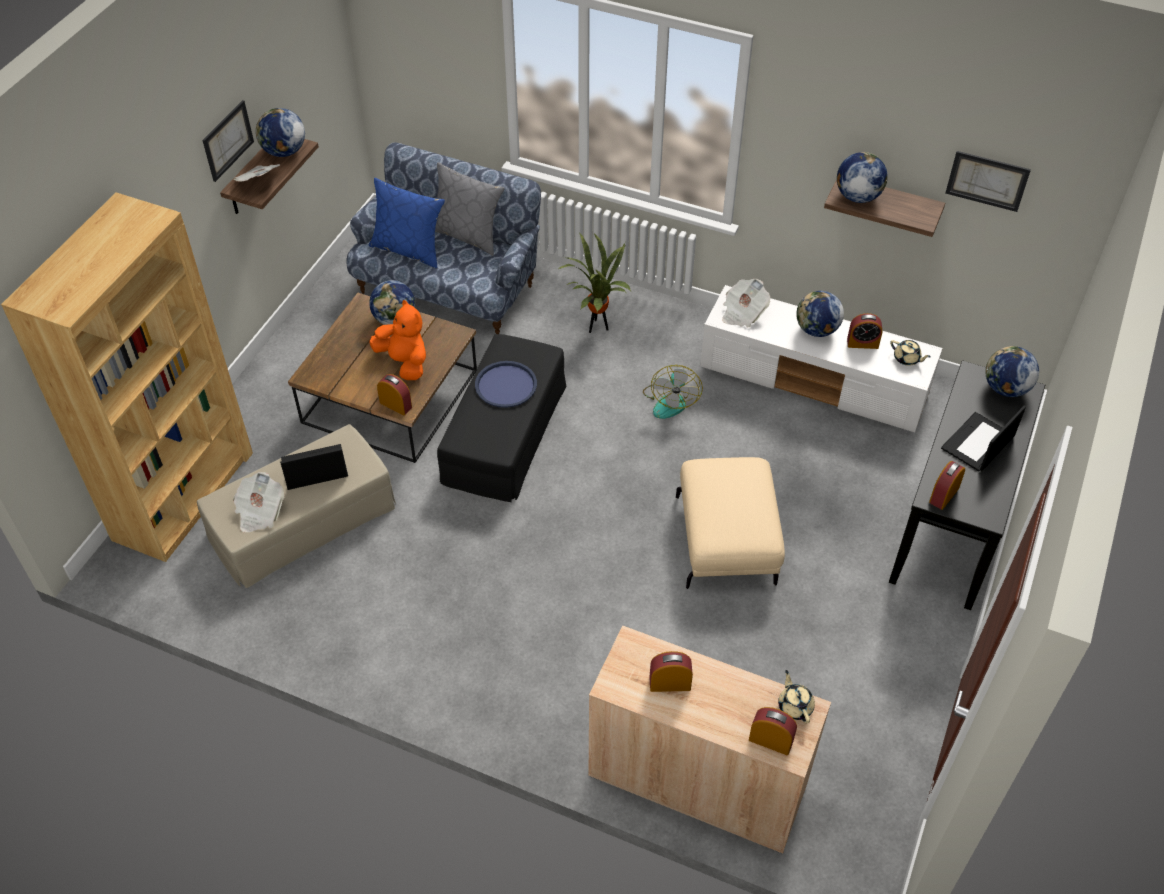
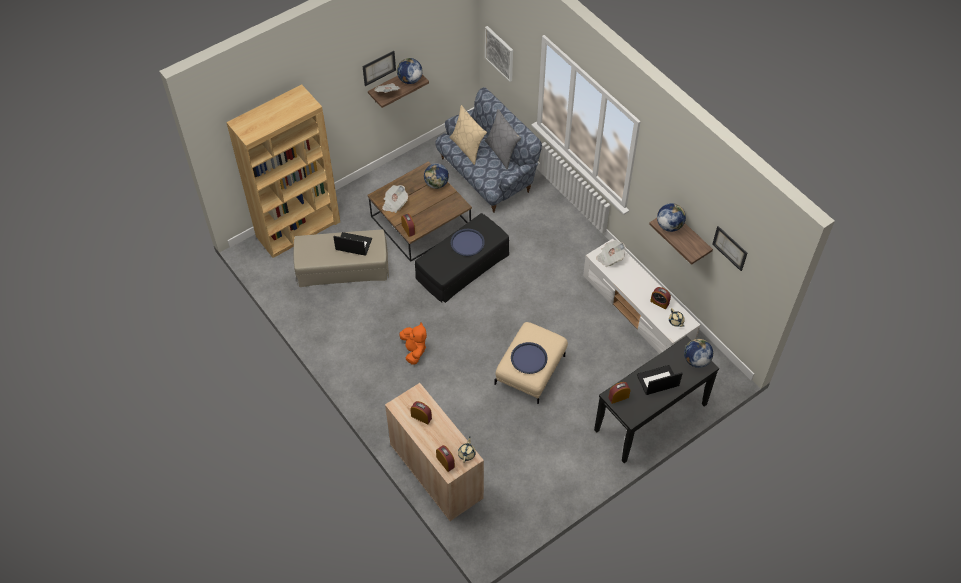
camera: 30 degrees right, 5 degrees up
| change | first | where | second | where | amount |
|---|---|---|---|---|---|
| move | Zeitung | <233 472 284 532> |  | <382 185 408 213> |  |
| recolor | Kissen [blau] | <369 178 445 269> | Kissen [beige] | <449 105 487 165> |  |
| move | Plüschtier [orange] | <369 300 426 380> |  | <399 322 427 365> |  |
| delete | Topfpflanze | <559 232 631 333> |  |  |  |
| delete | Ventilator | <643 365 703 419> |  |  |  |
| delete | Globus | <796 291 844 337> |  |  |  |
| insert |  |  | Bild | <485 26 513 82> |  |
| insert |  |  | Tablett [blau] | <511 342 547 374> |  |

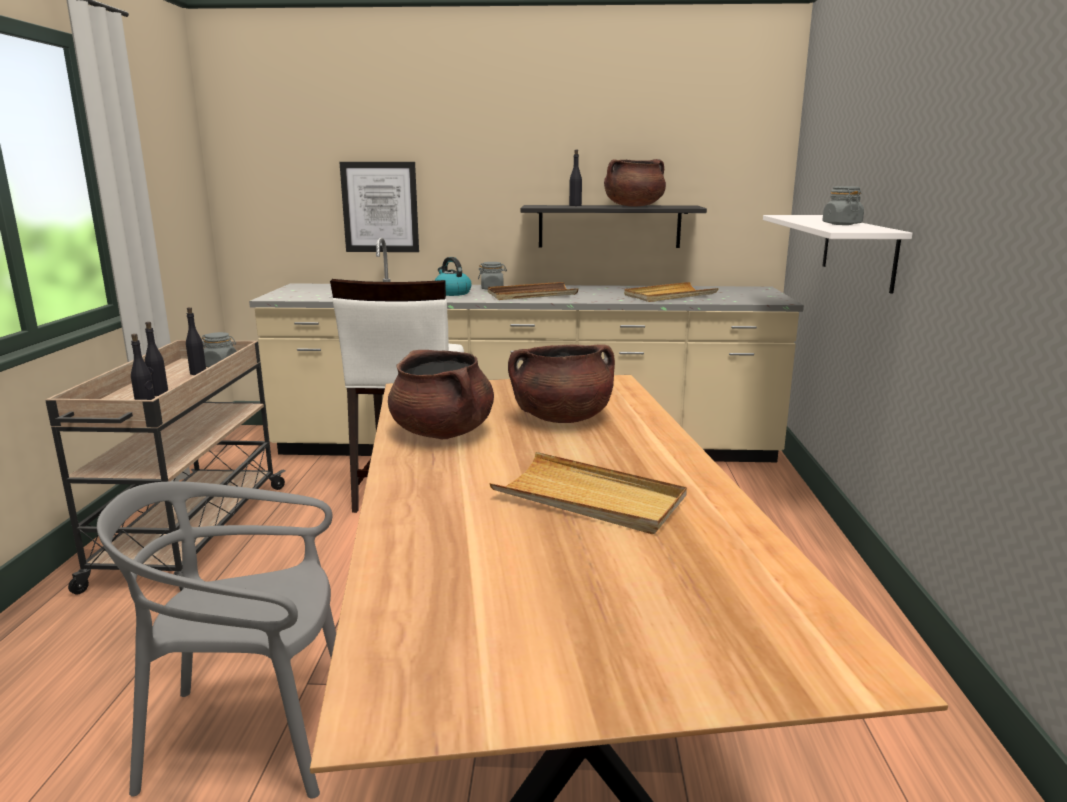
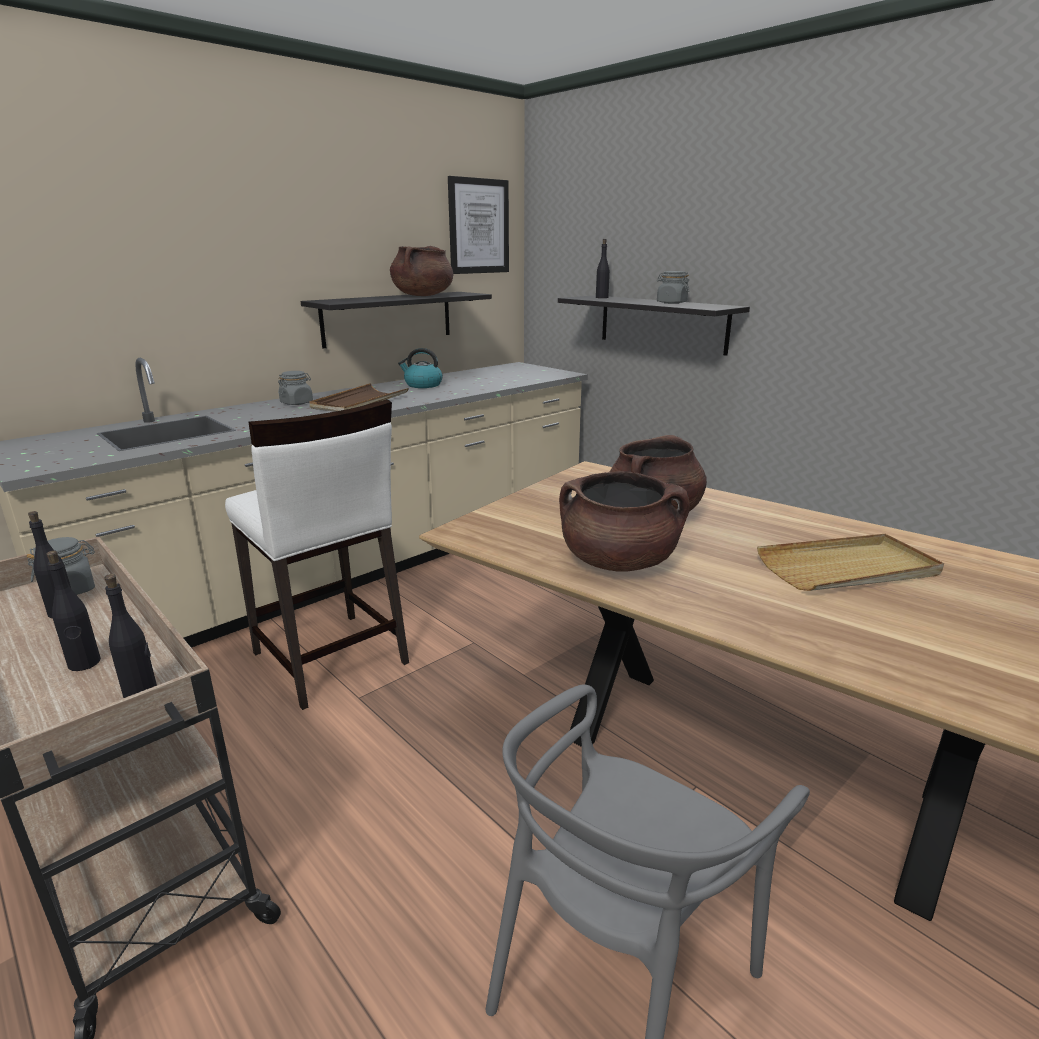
camera: 45 degrees left, 5 degrees up
| change | first | where | second | where | amount |
|---|---|---|---|---|---|
| move | Bild | <340 162 419 252> |  | <448 176 509 274> |  |
| move | Wasserkessel | <434 257 472 296> |  | <398 348 443 388> |  |
| move | Flasche [schwarz] | <569 150 582 206> |  | <596 239 610 298> |  |
| delete | Tablett [beige] | <624 282 719 302> |  |  |  |
| recolor | Wandregal [weiß] | <763 215 913 294> | Wandregal [schwarz] | <558 295 750 356> |  |

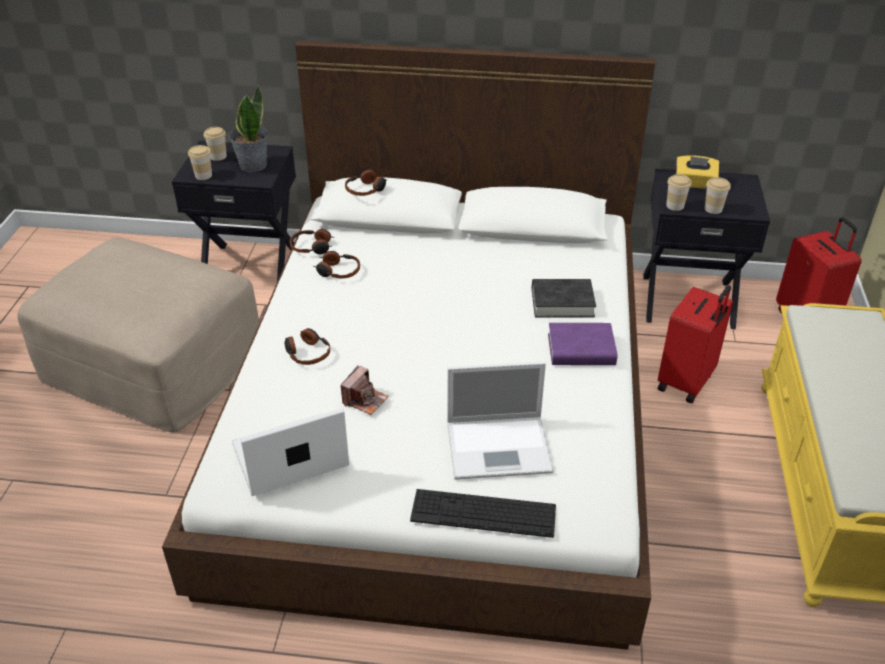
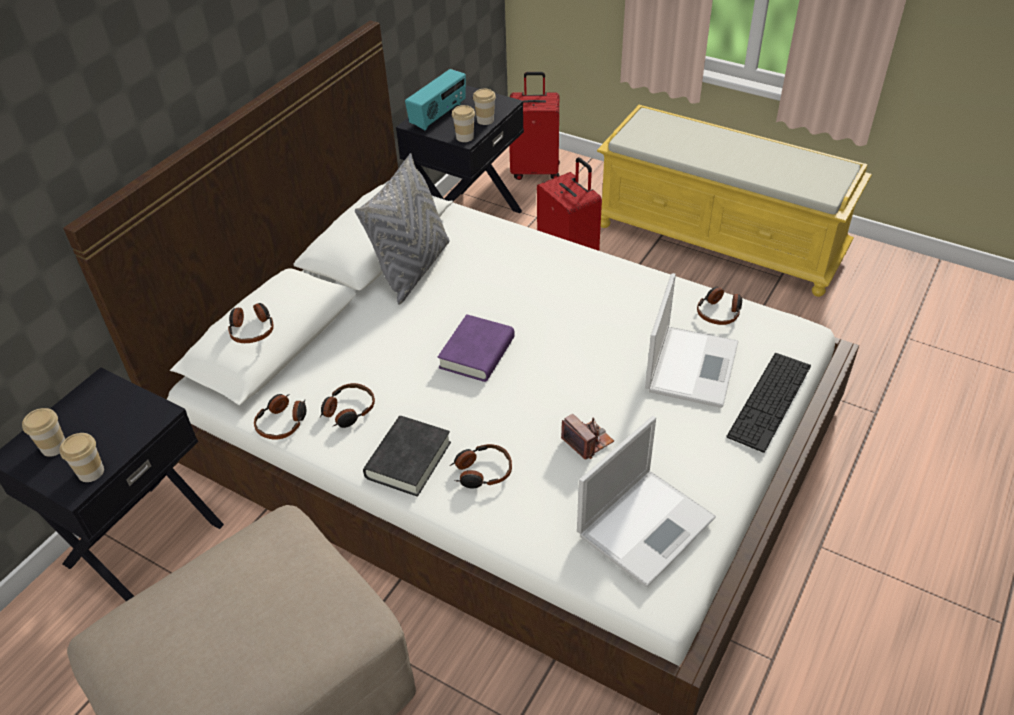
camera: 65 degrees left, 5 degrees up
| change | first | where | second | where | amount |
|---|---|---|---|---|---|
| delete | Topfpflanze | <229 85 268 172> |  |  |  |
| rotate | Laptop | <232 408 349 496> |  | <577 416 716 587> | 135 degrees counterclockwise |
| move | Buch [schwarz] | <532 279 596 318> |  | <363 416 451 497> |  |
| move | Buch [lila] | <548 323 617 365> |  | <438 314 515 382> |  |
| replace | Taschentuchbox [gelb] | <676 155 719 189> | Radio | <405 69 466 131> |  |
| insert |  |  | Kissen [grau] | <355 153 449 305> |  |
| insert |  |  | Kopfhörer | <697 287 742 325> |  |

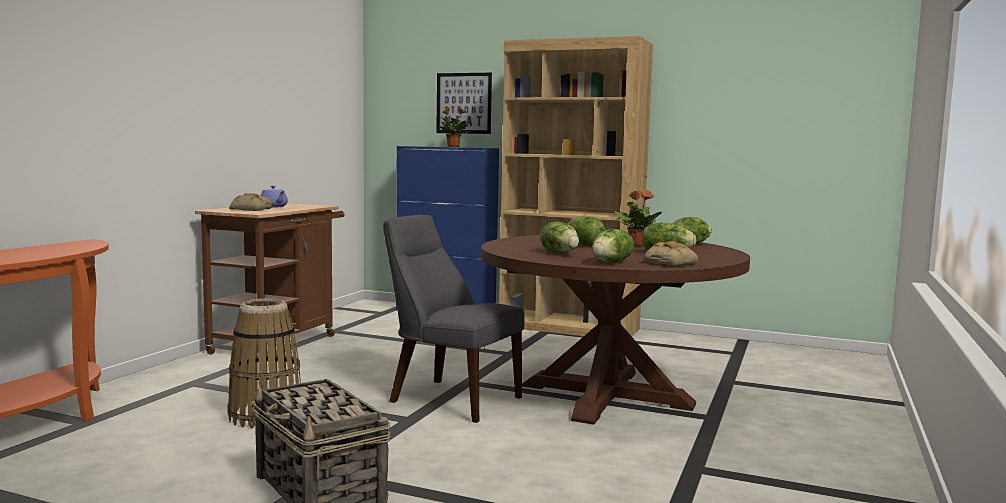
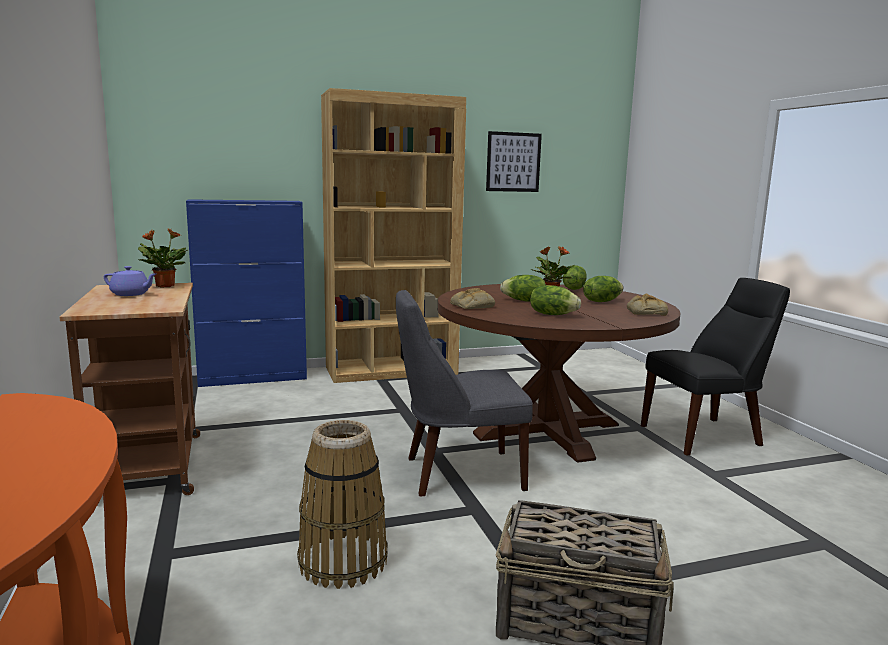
camera: 40 degrees left, 5 degrees up
| change | first | where | second | where | amount |
|---|---|---|---|---|---|
| move | Brot | <229 193 272 211> |  | <450 288 495 309> |  |
| move | Bild | <436 73 492 134> |  | <486 131 542 192> |  |
| move | Topfpflanze | <436 107 470 147> |  | <137 228 188 288> |  |
| delete | Salatkopf | <592 229 634 263> |  |  |  |
| insert |  |  | Stuhl [schwarz] | <641 278 790 455> |  |

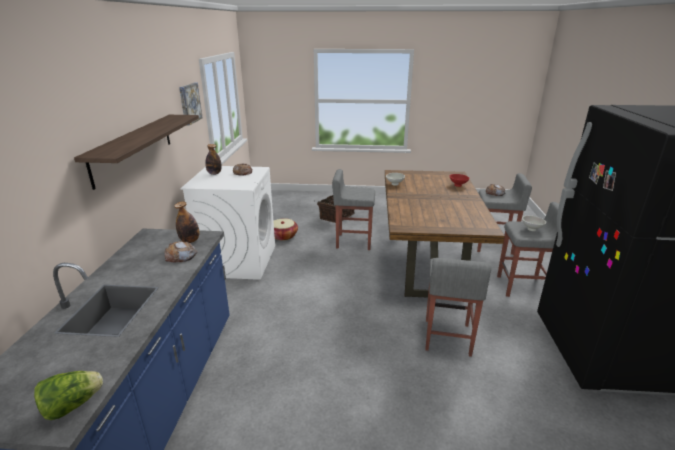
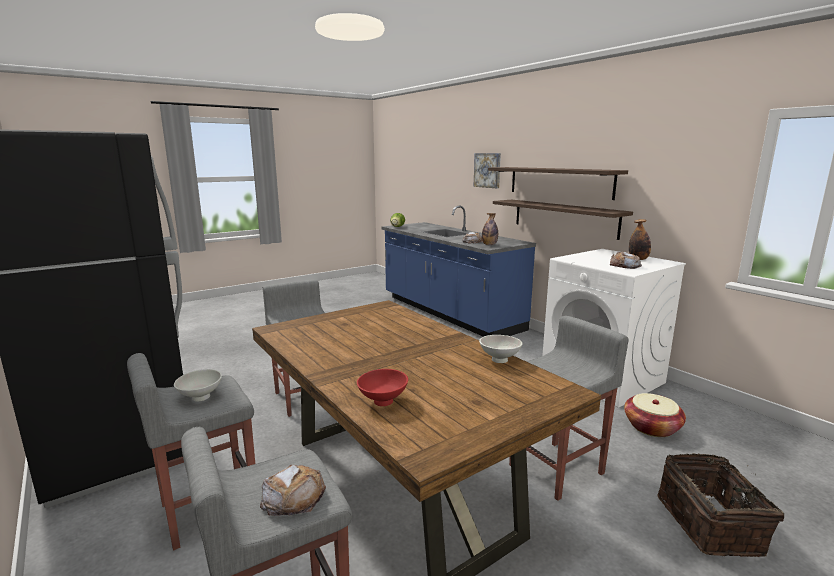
camera: 140 degrees right, 10 degrees down
| change | first | where | second | where | amount |
|---|---|---|---|---|---|
| move | Bild | <179 83 203 126> |  | <474 153 501 188> |  |
| insert |  |  | Wandregal | <493 200 633 240> |  |

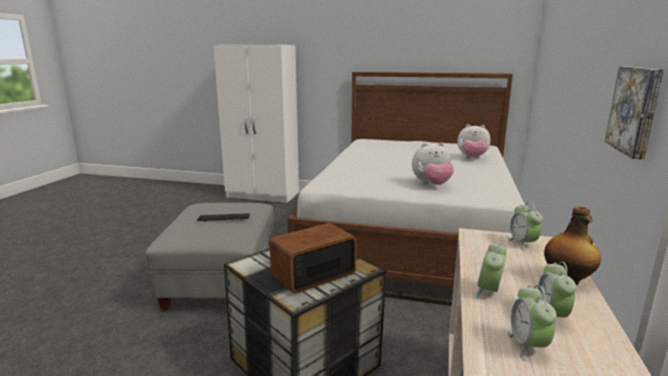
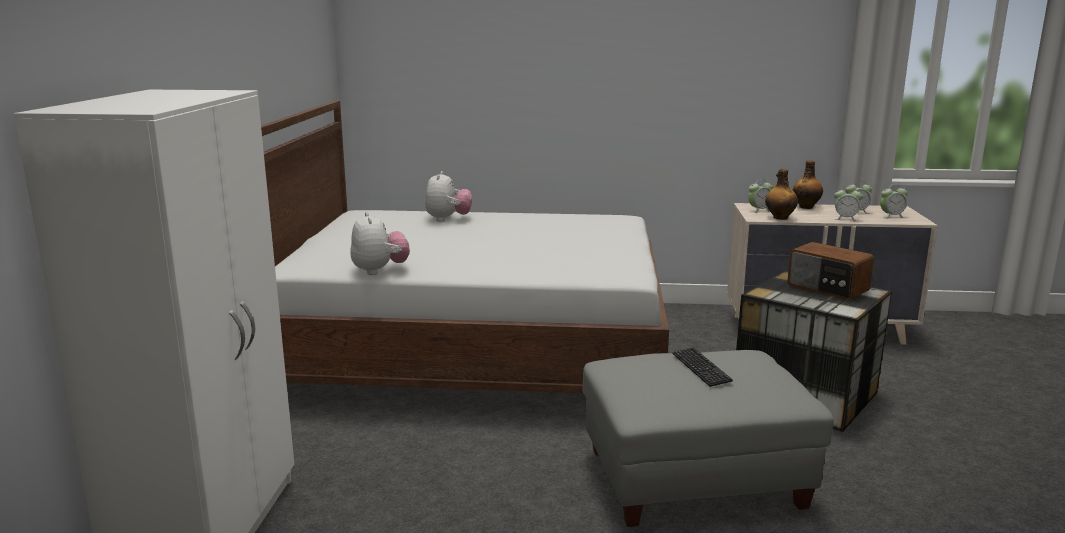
camera: 100 degrees left, 0 degrees up
| change | first | where | second | where | amount |
|---|---|---|---|---|---|
| move | Plüschtier | <412 142 454 185> |  | <350 212 410 275> |  |
| delete | Bild | <605 66 664 160> |  |  |  |
| insert |  |  | Flasche | <765 169 798 220> |  |

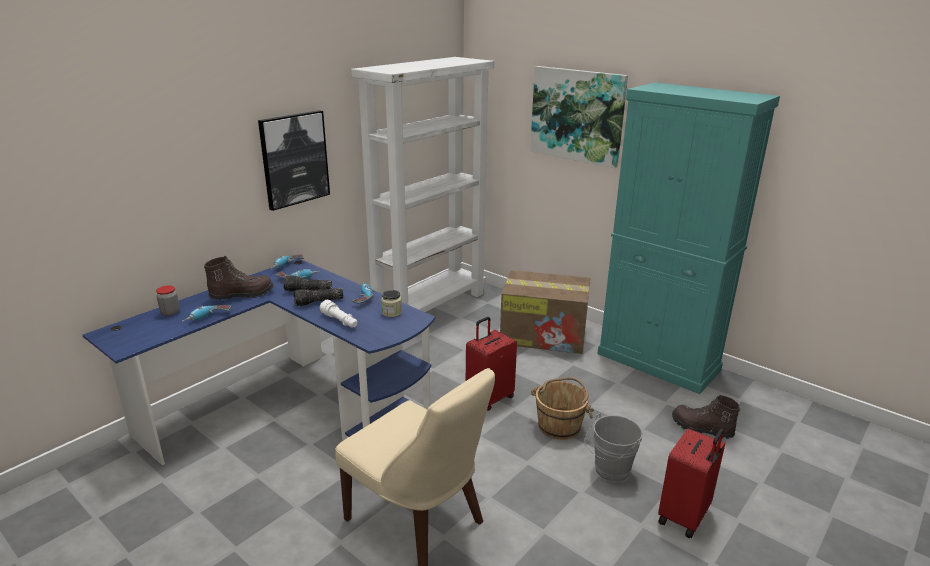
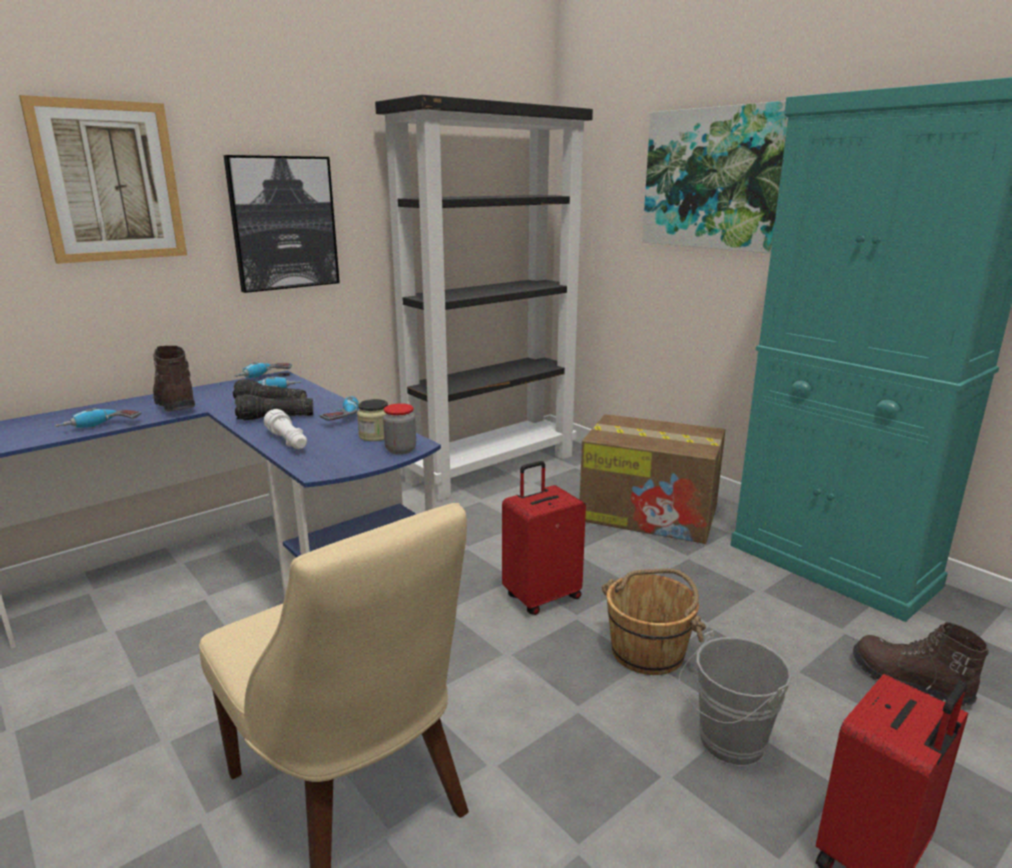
camera: 10 degrees right, 5 degrees down
| change | first | where | second | where | amount |
|---|---|---|---|---|---|
| move | Vorratsglas | <156 286 180 316> |  | <383 403 416 455> |  |
| rotate | Stiefel [braun] | <204 256 274 300> |  | <153 346 195 412> | 105 degrees counterclockwise |
| recolor | Bücherregal [weiß] | <351 57 494 312> | Bücherregal [schwarz] | <375 95 593 501> |  |
| insert |  |  | Bild | <19 95 187 264> |  |

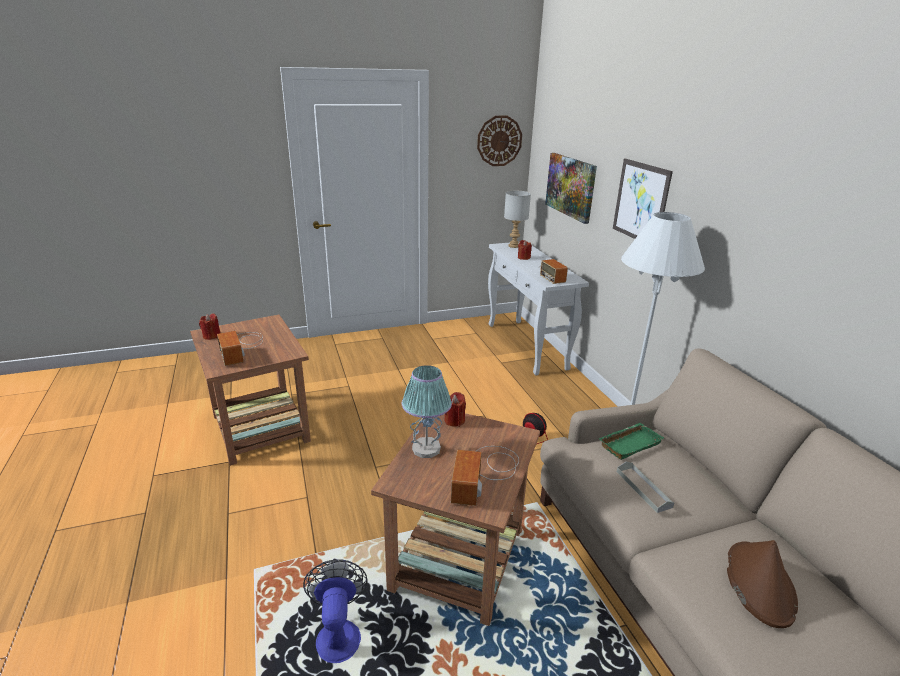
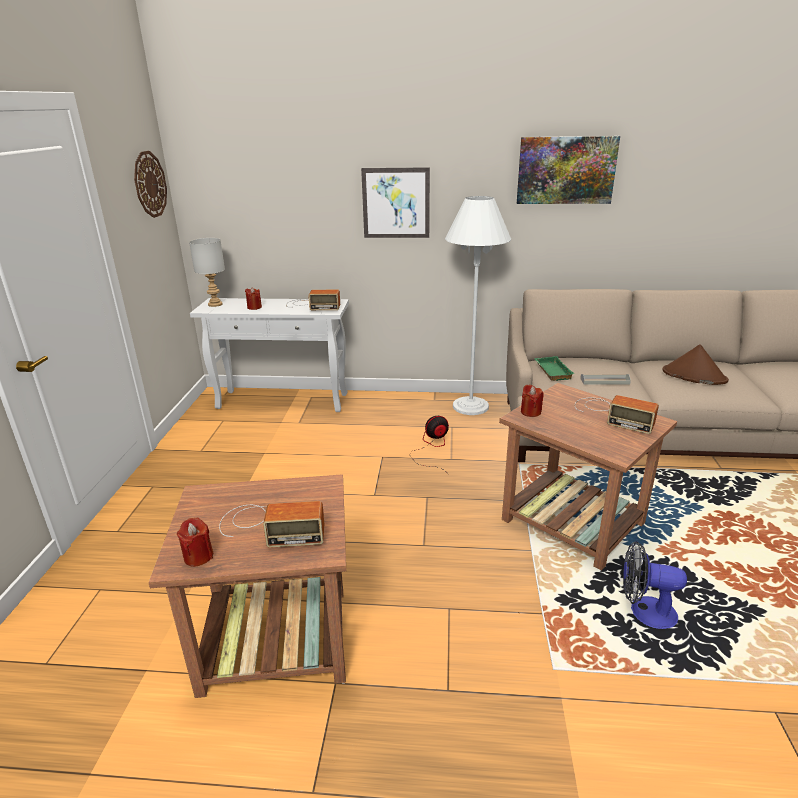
camera: 65 degrees left, 0 degrees up
| change | first | where | second | where | amount |
|---|---|---|---|---|---|
| delete | Tischlampe | <402 365 452 458> |  |  |  |
| move | Bild | <545 153 597 224> |  | <517 136 620 204> |  |

